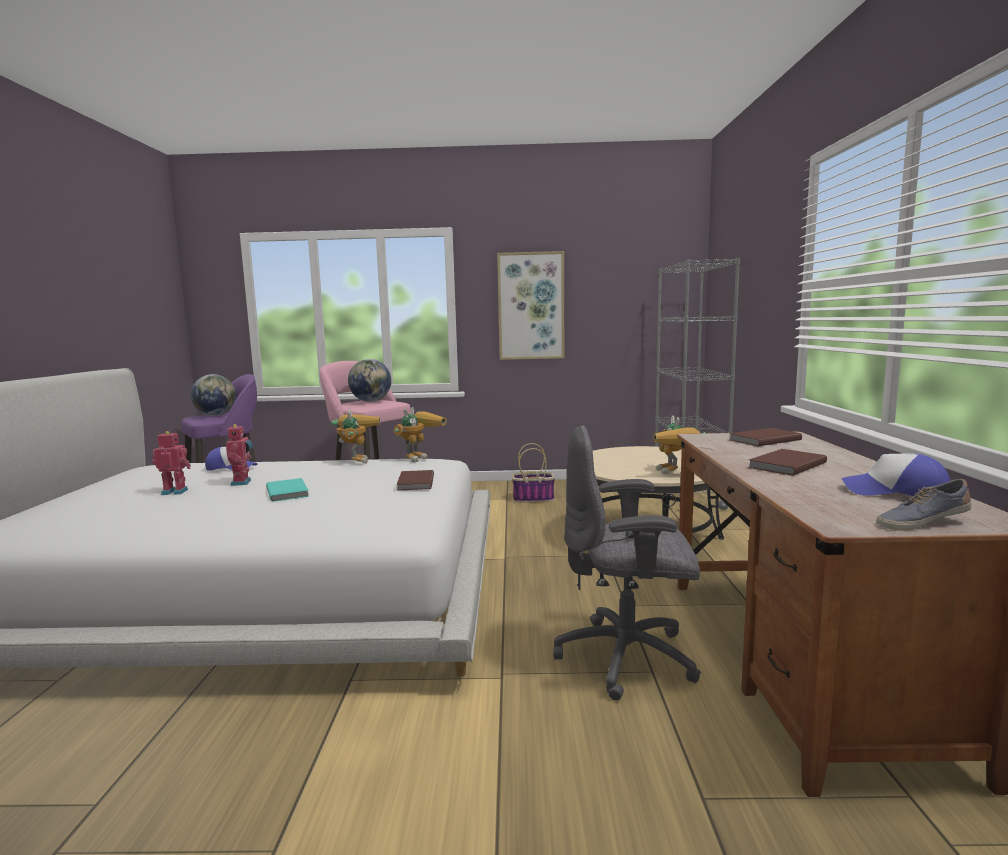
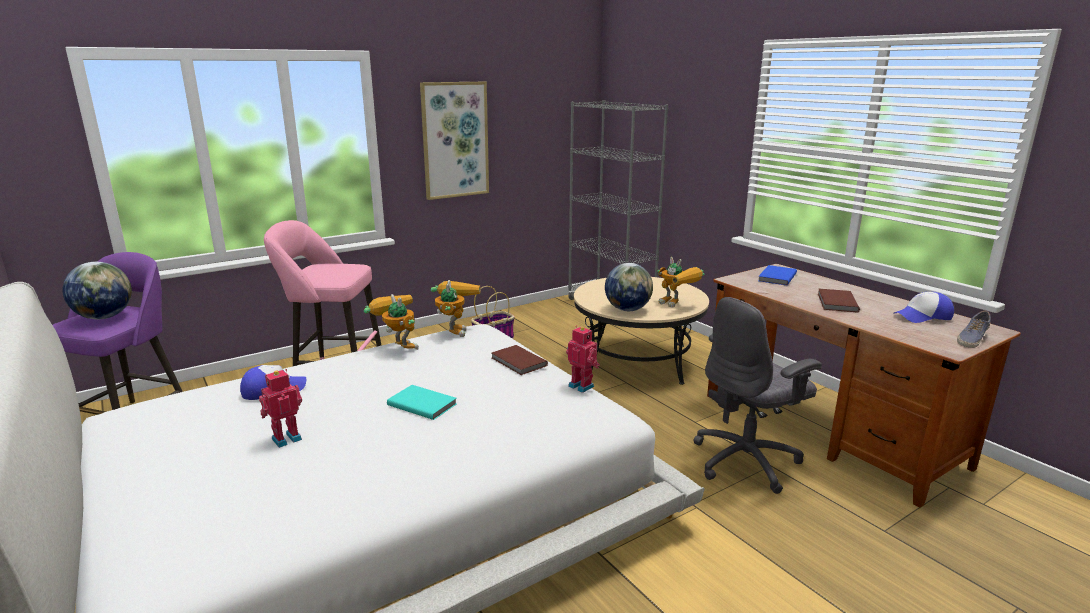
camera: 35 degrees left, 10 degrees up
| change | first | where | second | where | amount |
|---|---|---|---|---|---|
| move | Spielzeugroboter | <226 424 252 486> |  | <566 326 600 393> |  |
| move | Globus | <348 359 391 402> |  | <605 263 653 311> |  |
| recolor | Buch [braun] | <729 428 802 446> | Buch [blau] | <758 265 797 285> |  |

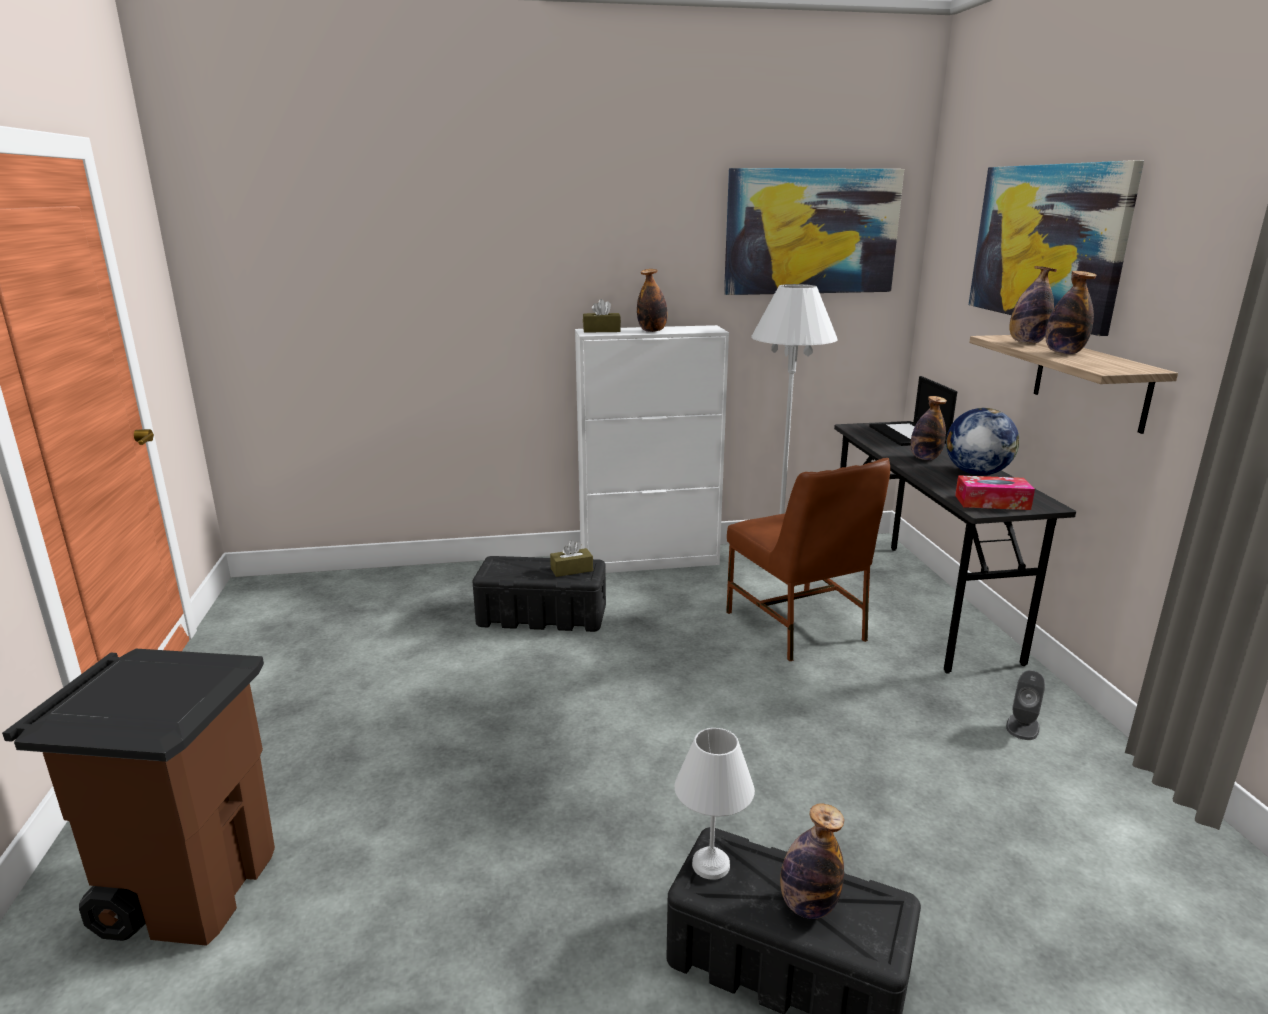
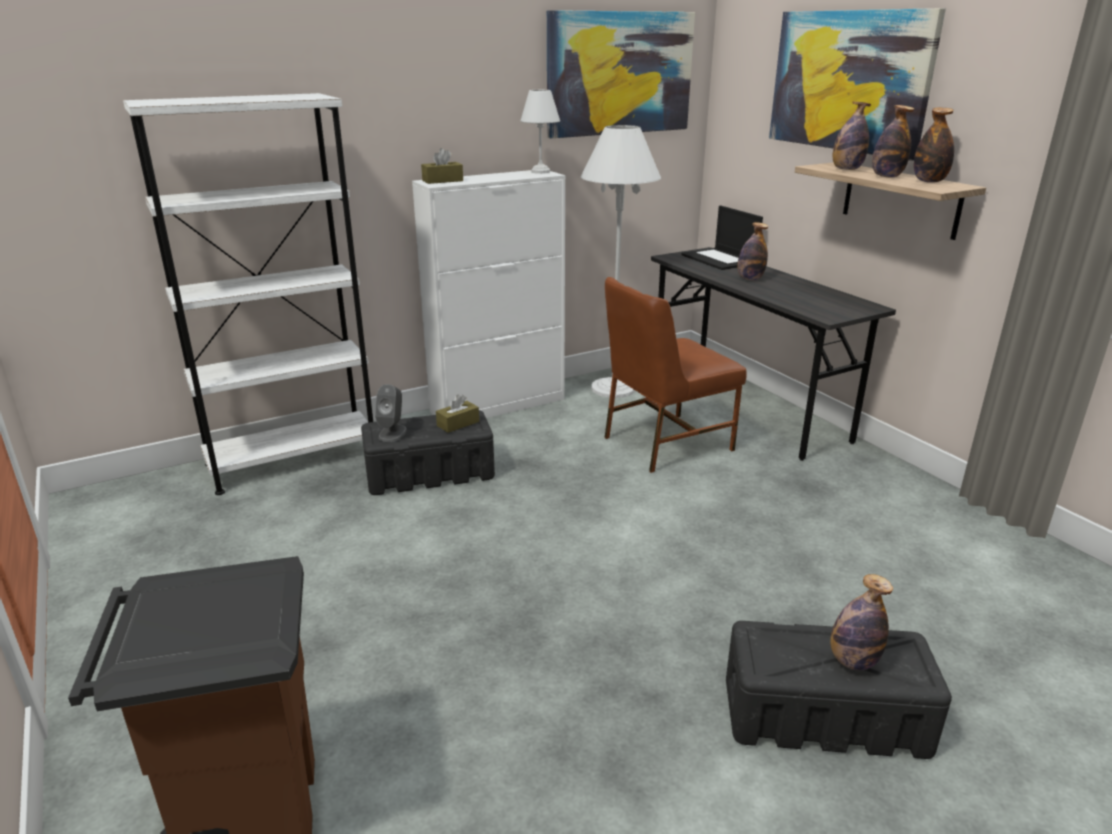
camera: 20 degrees left, 5 degrees up
| change | first | where | second | where | amount |
|---|---|---|---|---|---|
| move | Flasche | <637 269 668 332> |  | <914 107 954 183> |  |
| move | Tischlampe [weiß] | <675 728 755 880> |  | <520 90 560 174> |  |
| rotate | Stuhl [braun] | <726 458 890 661> |  | <604 277 747 473> | 105 degrees clockwise |
| delete | Globus | <946 408 1019 475> |  |  |  |
| delete | Taschentuchbox | <955 475 1035 510> |  |  |  |
| move | Lautsprecher [grau] | <1006 670 1045 740> |  | <375 384 407 442> |  |
| insert |  |  | Bücherregal [weiß] | <123 93 373 495> |  |

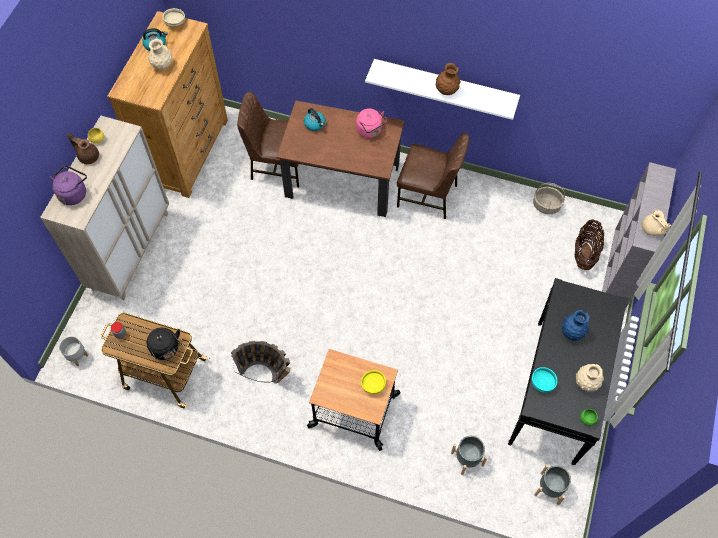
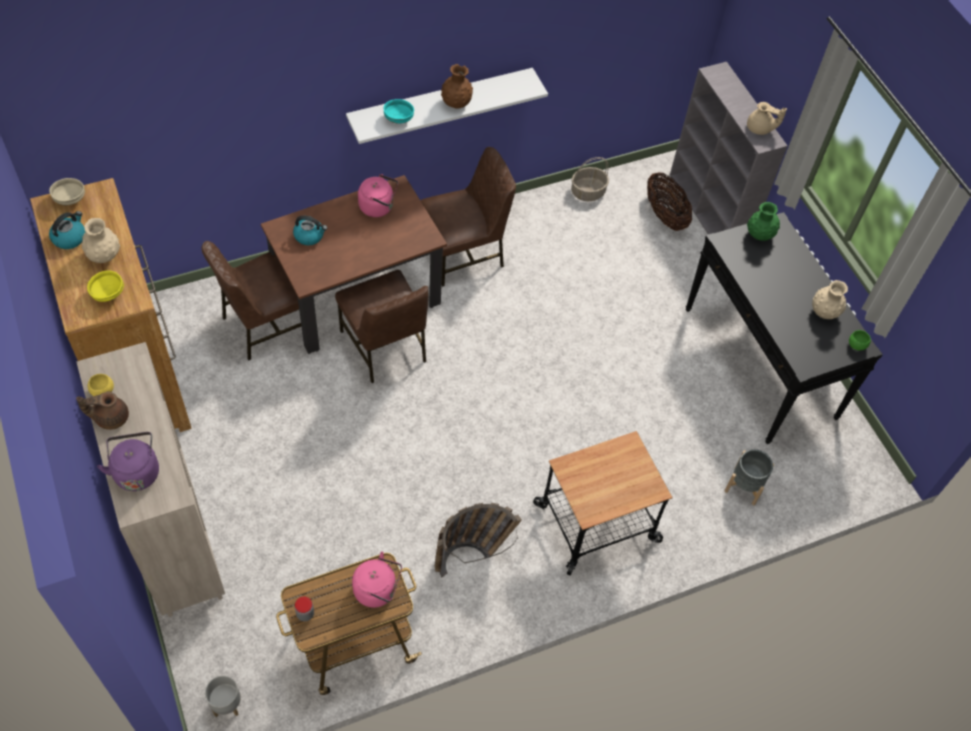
camera: 45 degrees left, 5 degrees down
| change | first | where | second | where | amount |
|---|---|---|---|---|---|
| recolor | Wasserkessel [schwarz] | <147 328 180 360> | Wasserkessel [rosa] | <352 552 402 608> |  |
| move | Schüssel [gelb] | <361 370 386 394> |  | <87 270 124 302> |  |
| move | Schüssel [türkis] | <532 367 557 393> |  | <383 99 414 124> |  |
| delete | Pflanzkübel [grau] | <534 465 572 505> |  |  |  |
| delete | Vase [blau] | <561 310 590 340> |  |  |  |
| insert |  |  | Stuhl [braun] | <335 270 428 383> |  |
| insert |  |  | Vase [grün] | <747 202 780 241> |  |

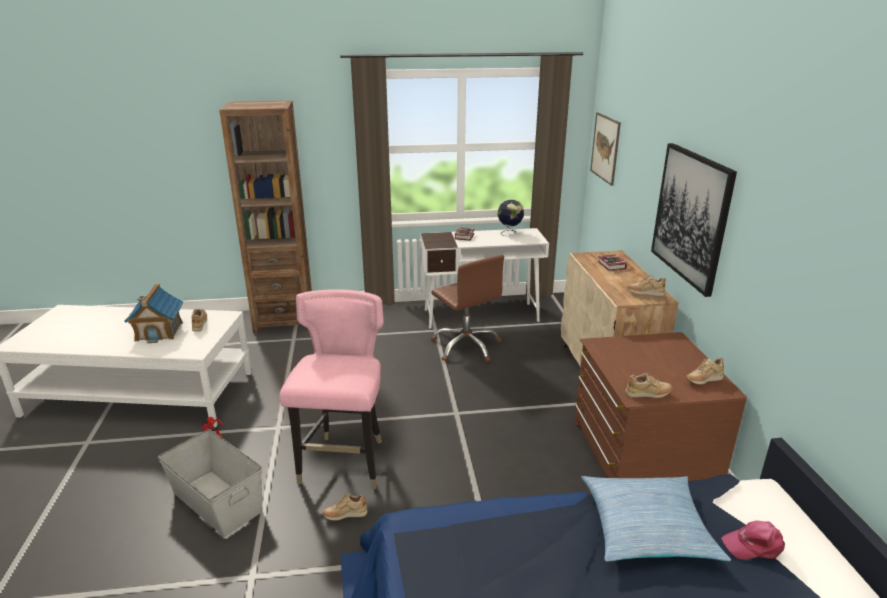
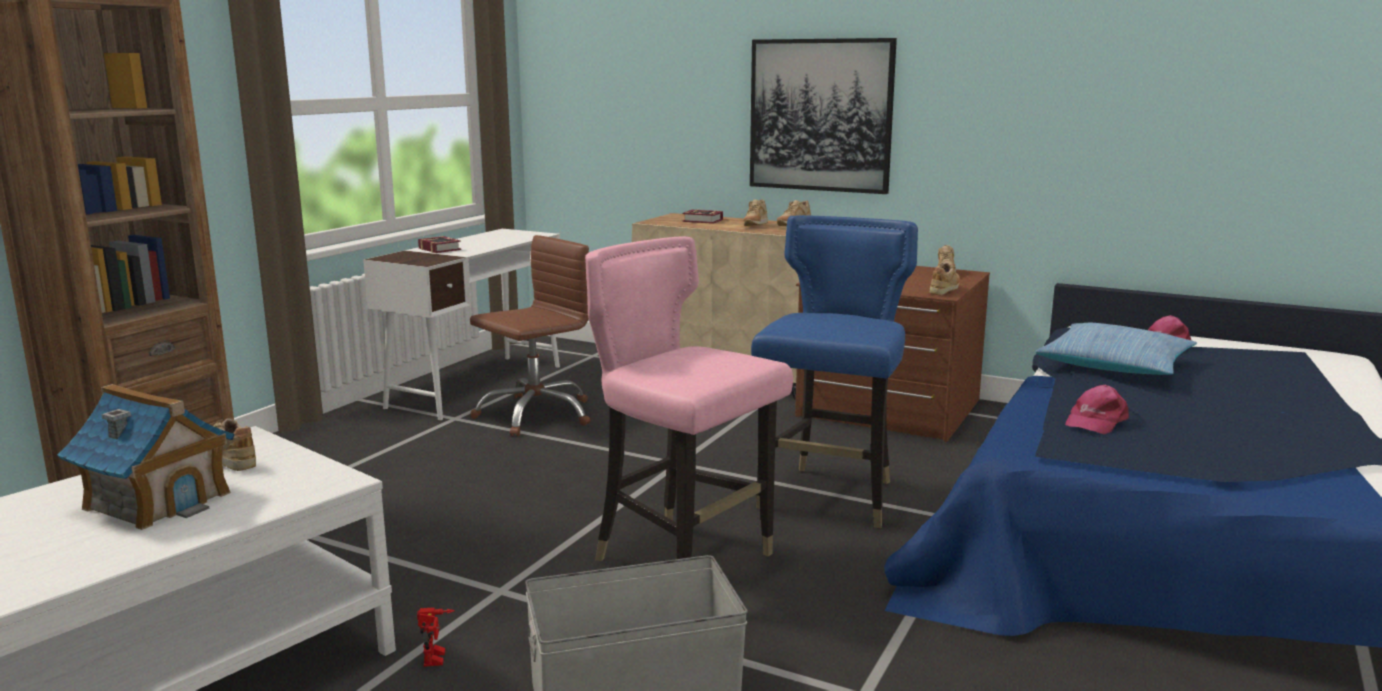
camera: 55 degrees left, 10 degrees down
| change | first | where | second | where | amount |
|---|---|---|---|---|---|
| move | Schuh [beige] | <322 494 367 521> |  | <743 199 768 226> |  |
| rotate | Bürostuhl [braun] | <431 255 504 362> |  | <470 235 590 436> | 45 degrees counterclockwise |
| delete | Globus | <498 200 524 236> |  |  |  |
| delete | Bild | <590 112 621 186> |  |  |  |
| insert |  |  | Stuhl [blau] | <751 215 918 528> |  |
| insert |  |  | Kappe [rosa] | <1065 384 1129 434> |  |

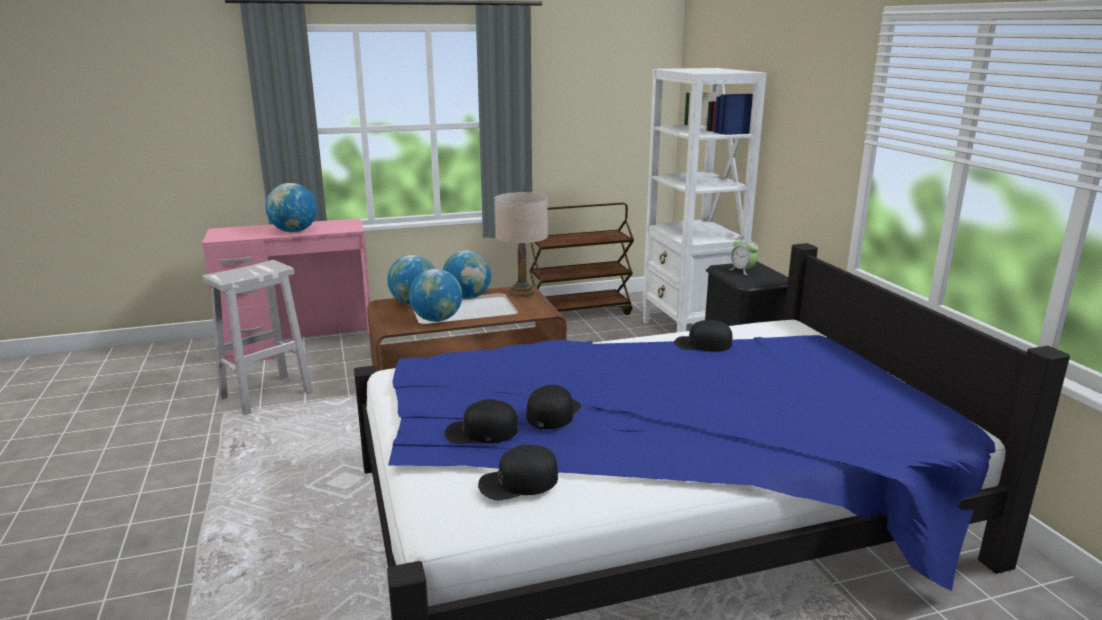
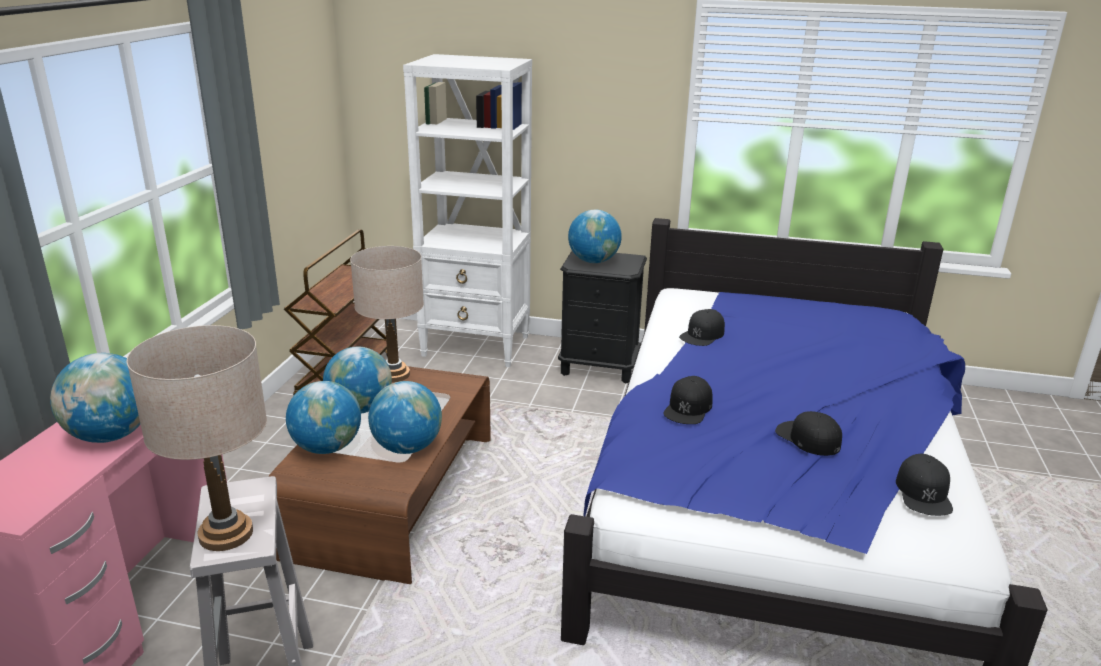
camera: 60 degrees left, 5 degrees up
| change | first | where | second | where | amount |
|---|---|---|---|---|---|
| move | Kappe [schwarz] | <444 399 518 444> |  | <663 376 713 424> |  |
| replace | Wecker | <730 236 758 275> | Globus | <568 210 622 263> |  |
| insert |  |  | Tischlampe [beige] | <127 325 267 551> |  |

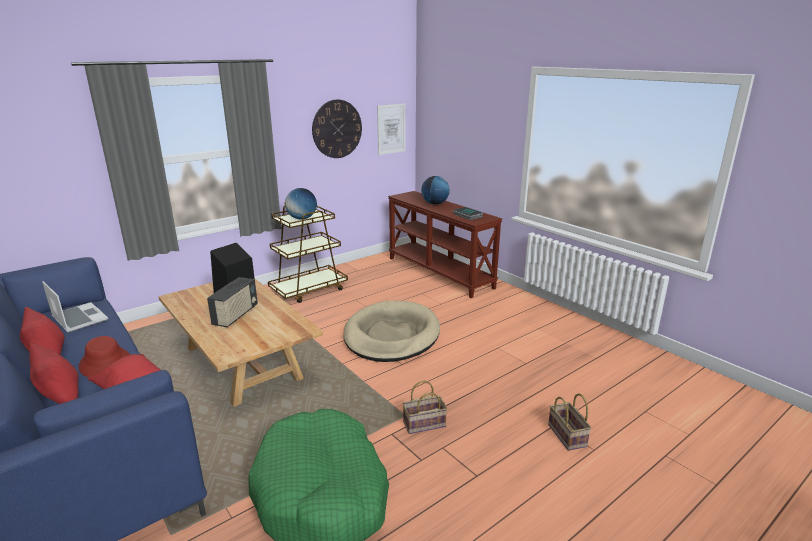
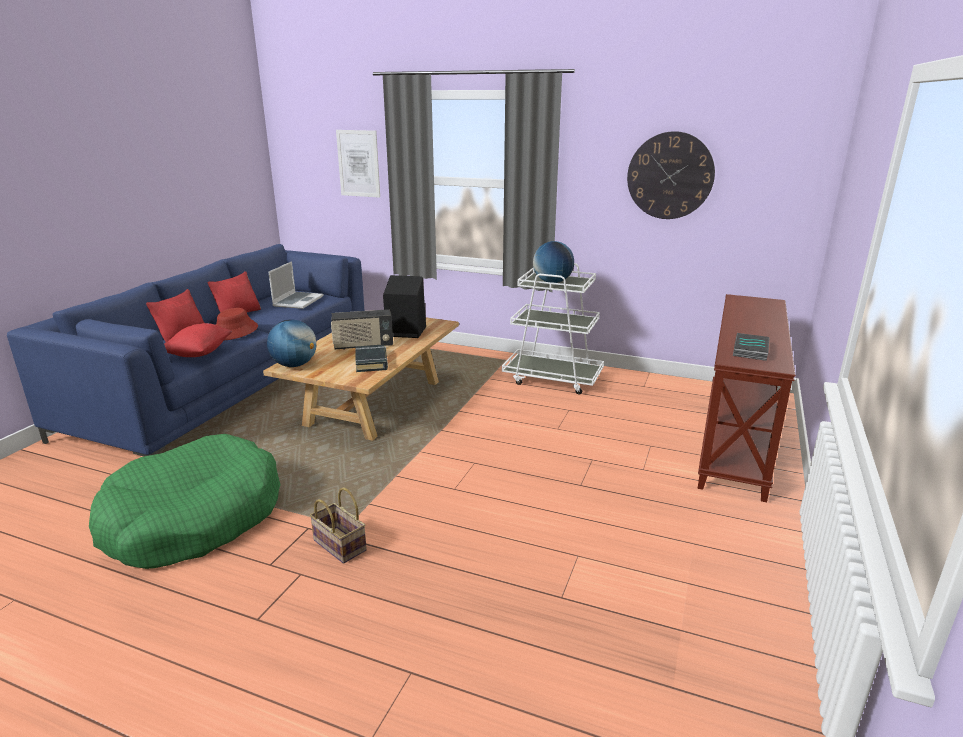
camera: 60 degrees right, 0 degrees up
| change | first | where | second | where | amount |
|---|---|---|---|---|---|
| recolor | Rollwagen [braun] | <268 205 348 303> | Rollwagen [weiß] | <502 263 604 395> |  |
| delete | Hundebett [beige] | <343 300 440 362> |  |  |  |
| move | Bild | <377 103 405 155> |  | <336 130 380 198> |  |
| move | Globus | <421 176 450 205> |  | <267 319 316 367> |  |
| delete | Korb | <548 393 591 451> |  |  |  |
| insert |  |  | Buch [schwarz] | <356 345 388 372> |  |

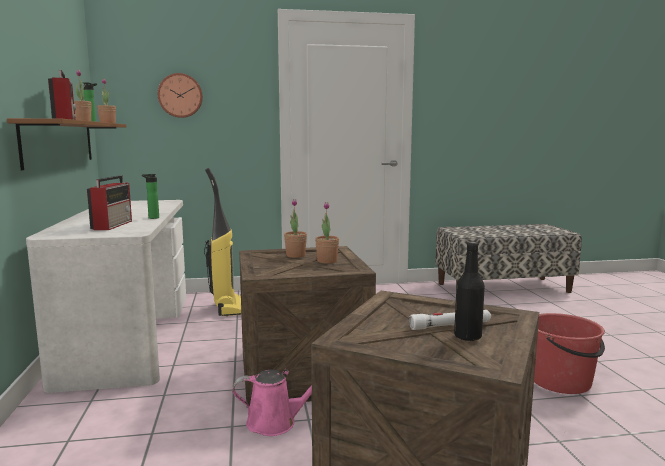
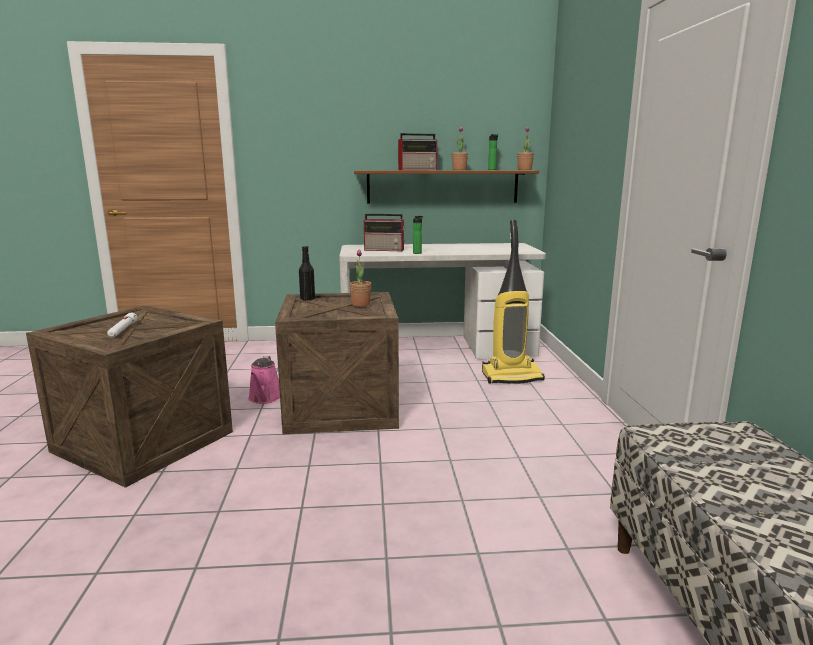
camera: 95 degrees right, 5 degrees up
| change | first | where | second | where | amount |
|---|---|---|---|---|---|
| delete | Wanduhr | <158 73 203 118> |  |  |  |
| delete | Topfpflanze | <315 202 339 263> |  |  |  |
| move | Flasche [schwarz] | <454 241 485 342> |  | <299 246 315 301> |  |
| delete | Eimer [rot] | <534 313 605 394> |  |  |  |

